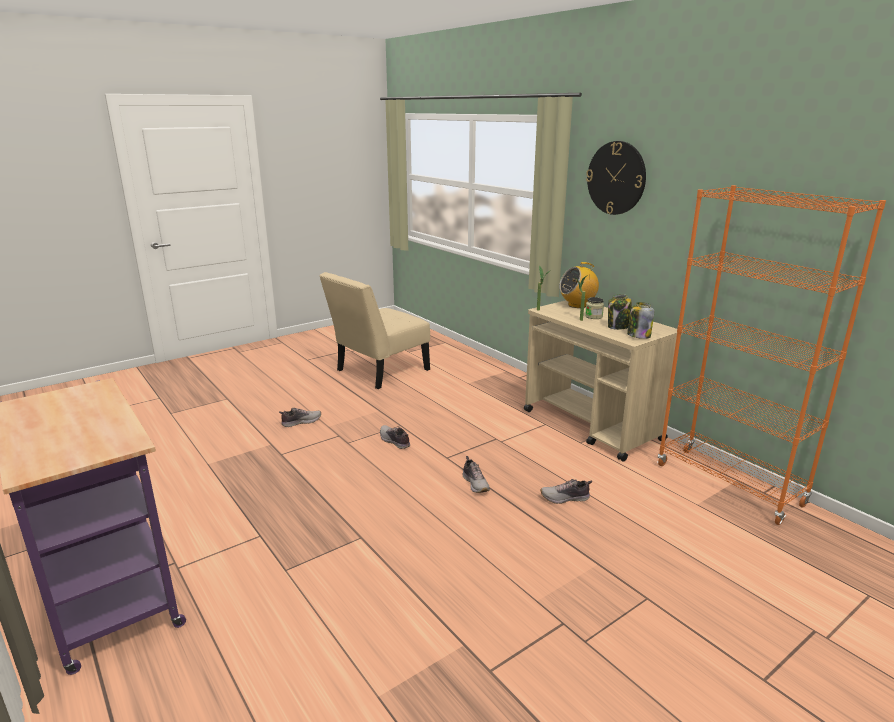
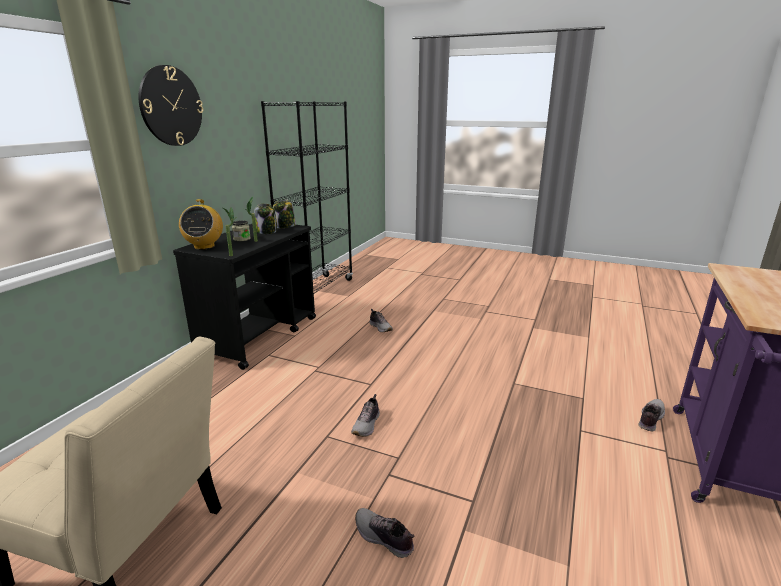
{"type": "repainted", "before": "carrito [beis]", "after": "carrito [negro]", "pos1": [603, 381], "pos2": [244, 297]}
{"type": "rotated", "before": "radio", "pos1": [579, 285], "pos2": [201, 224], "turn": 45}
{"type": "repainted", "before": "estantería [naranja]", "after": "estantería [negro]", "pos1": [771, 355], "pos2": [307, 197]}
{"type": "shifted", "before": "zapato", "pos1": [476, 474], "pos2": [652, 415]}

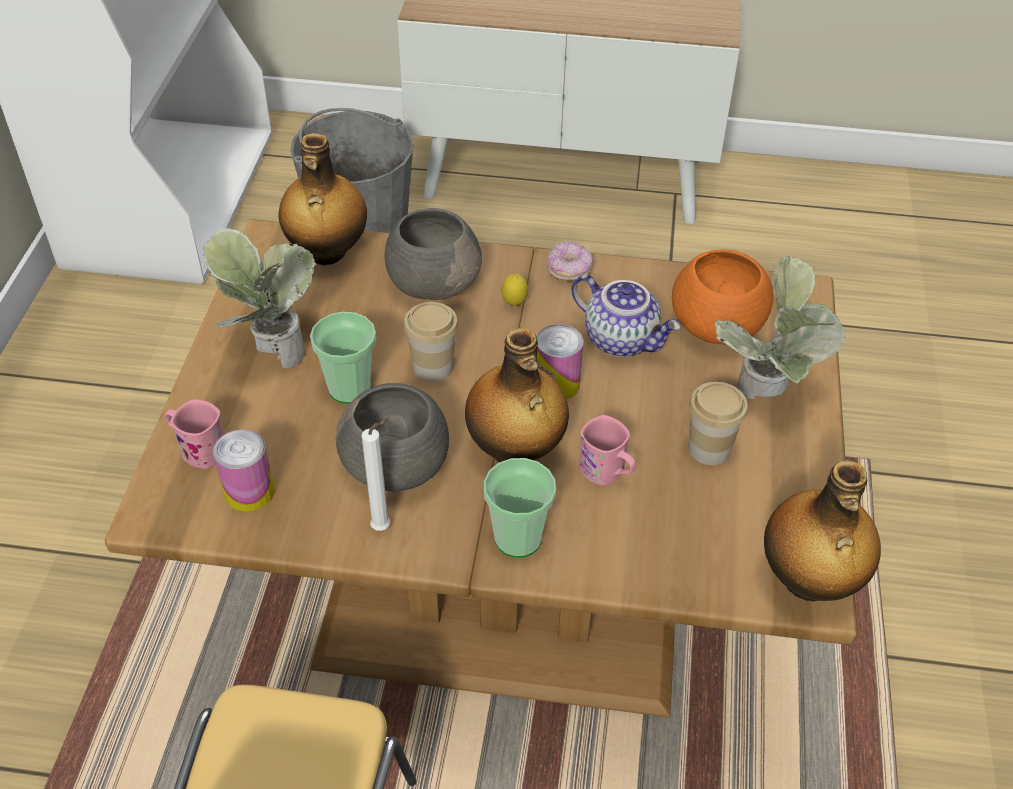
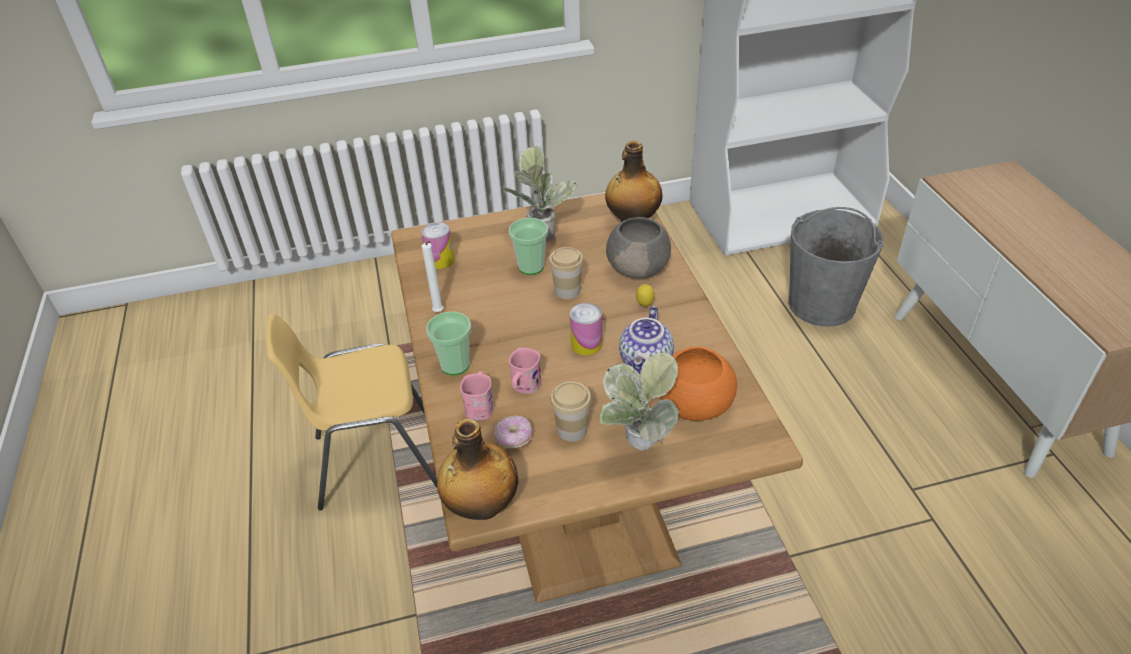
{"type": "shifted", "before": "taza grande [rosa]", "pos1": [194, 434], "pos2": [477, 395]}
{"type": "shifted", "before": "rosquilla", "pos1": [570, 261], "pos2": [513, 432]}
{"type": "gone", "before": "cuenco [gris]", "pos1": [392, 437]}
{"type": "gone", "before": "botella", "pos1": [517, 395]}

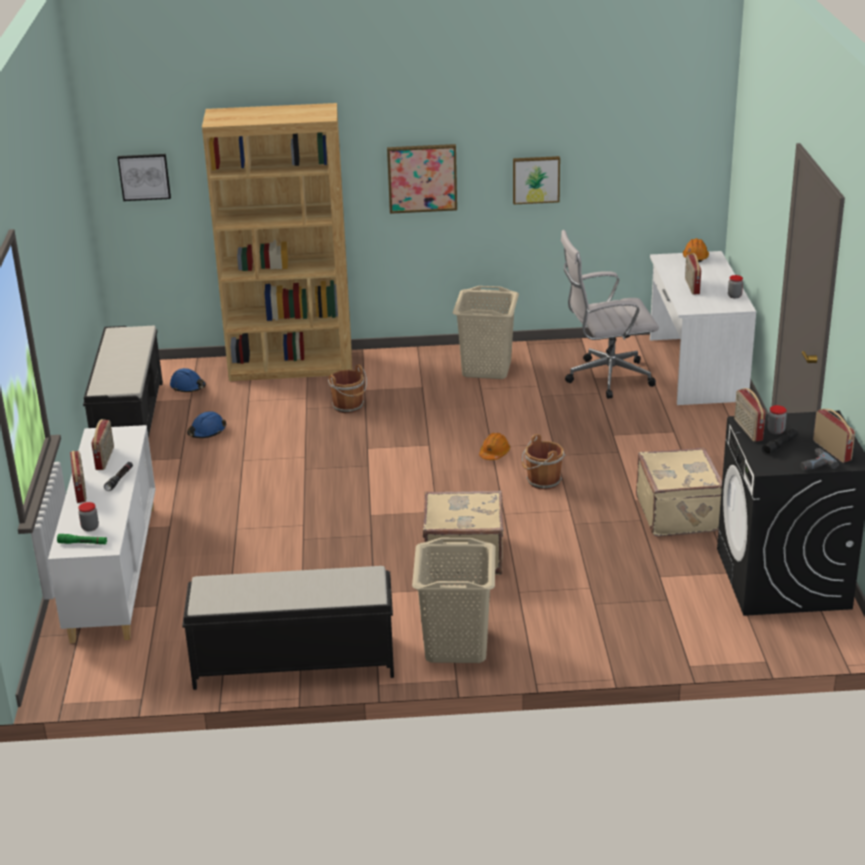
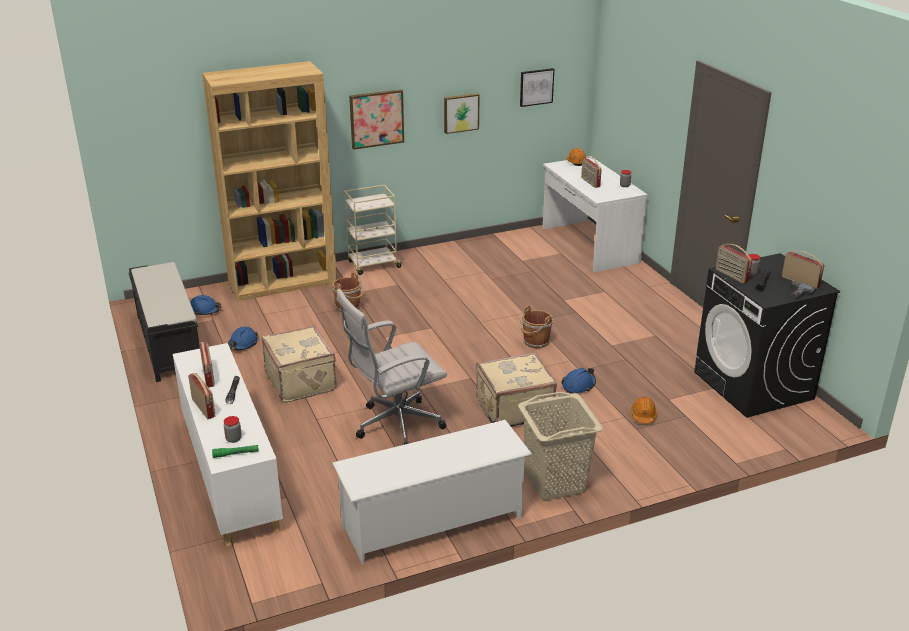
{"type": "shifted", "before": "maleta [beis]", "pos1": [679, 492], "pos2": [299, 364]}
{"type": "swapped", "before": "banco [negro]", "after": "zapatero [blanco]", "pos1": [288, 628], "pos2": [432, 492]}
{"type": "shifted", "before": "silla de oficina [blanco]", "pos1": [610, 314], "pos2": [392, 367]}
{"type": "new", "after": "carrito [beis]", "pos2": [374, 230]}
{"type": "shifted", "before": "cuadro", "pos1": [144, 177], "pos2": [537, 87]}
{"type": "new", "after": "casco [azul]", "pos2": [578, 381]}
{"type": "shifted", "before": "casco [naranja]", "pos1": [494, 446], "pos2": [644, 410]}
{"type": "gone", "before": "cesto de la ropa [beis]", "pos1": [486, 332]}

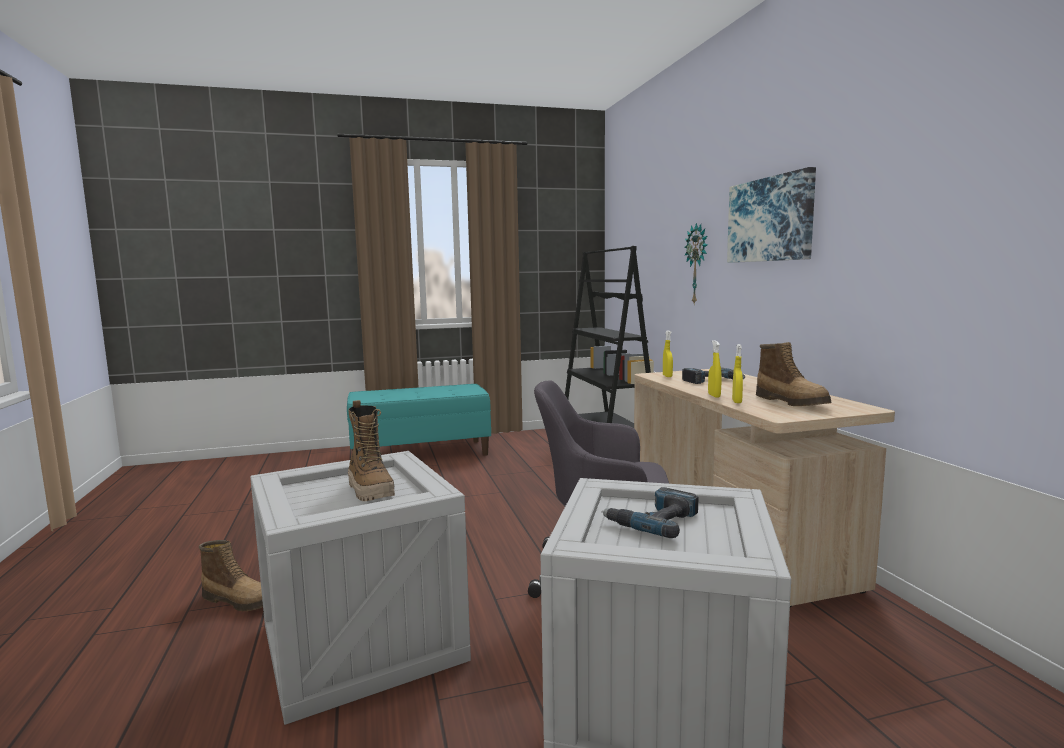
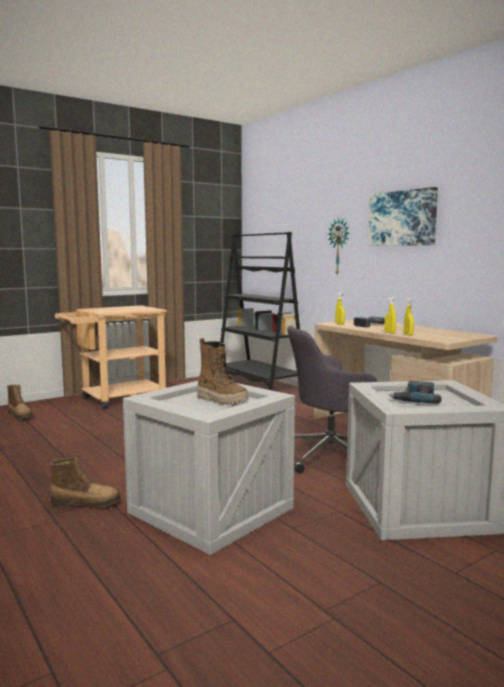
{"type": "shifted", "before": "bota", "pos1": [794, 374], "pos2": [20, 402]}
{"type": "swapped", "before": "banco [turquesa]", "after": "carrito [beis]", "pos1": [419, 420], "pos2": [111, 357]}

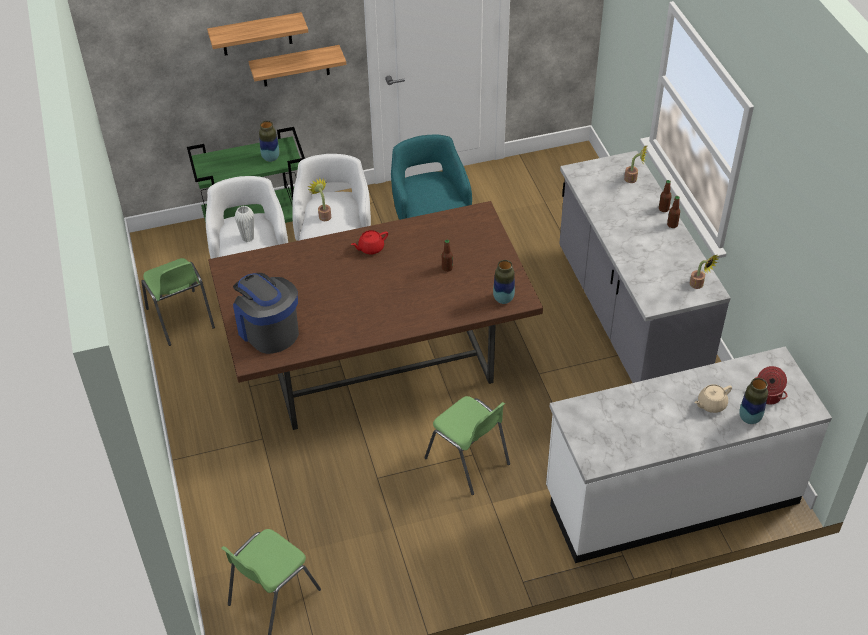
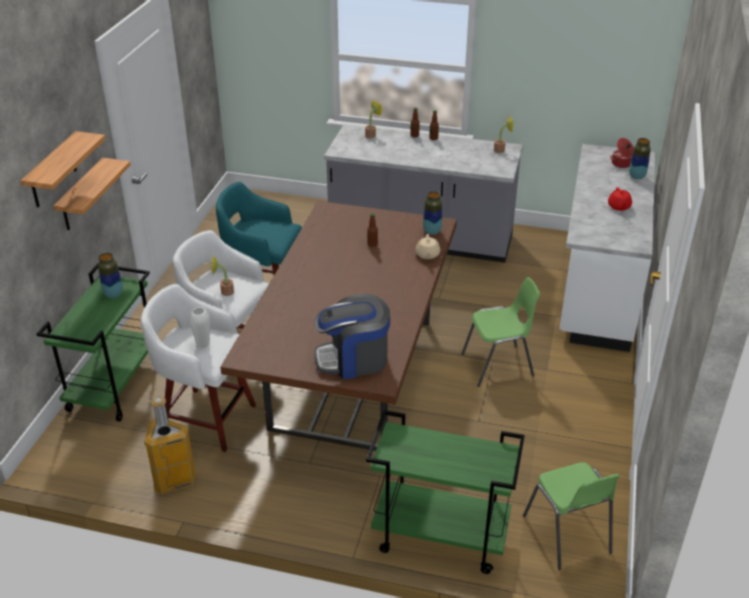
{"type": "swapped", "before": "silla [verde]", "after": "papelera", "pos1": [178, 302], "pos2": [170, 445]}
{"type": "new", "after": "carrito [verde]", "pos2": [445, 492]}
{"type": "shifted", "before": "tetera [beis]", "pos1": [713, 398], "pos2": [428, 246]}
{"type": "shifted", "before": "tetera [rojo]", "pos1": [369, 242], "pos2": [620, 199]}

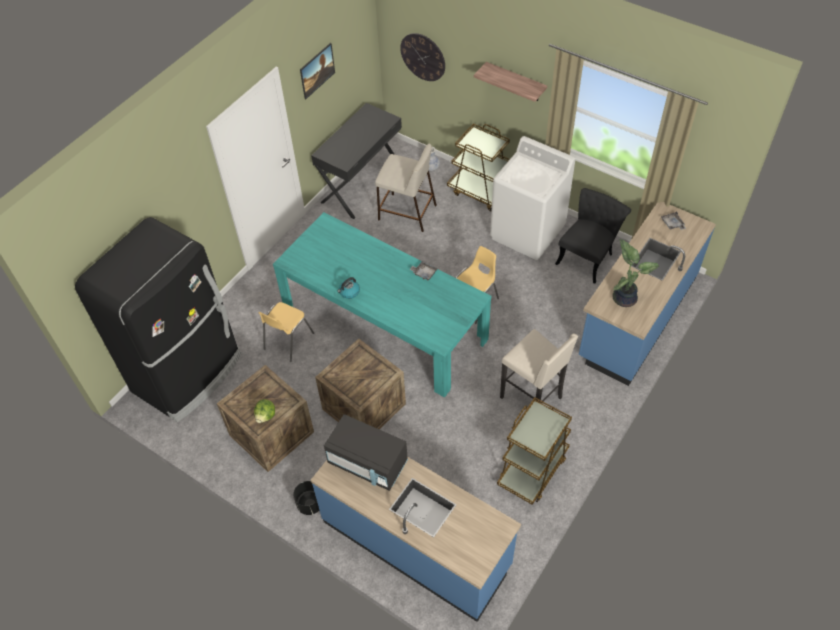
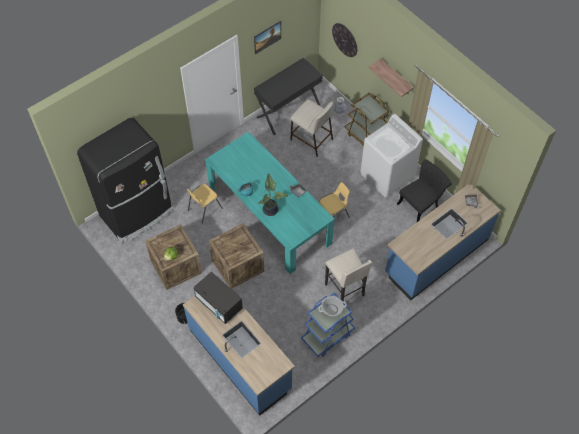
{"type": "shifted", "before": "planta en maceta", "pos1": [635, 273], "pos2": [273, 194]}
{"type": "repainted", "before": "carrito [marrón]", "after": "carrito [azul]", "pos1": [534, 451], "pos2": [328, 324]}
{"type": "new", "after": "olla", "pos2": [332, 306]}

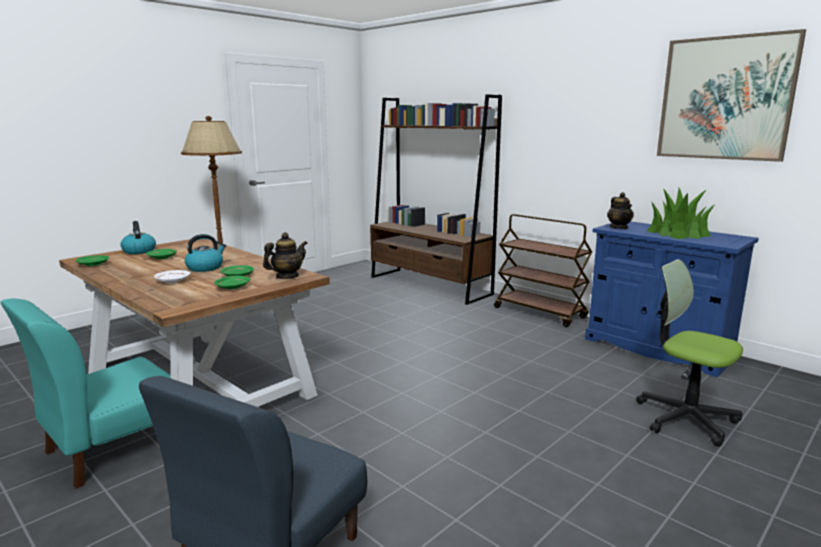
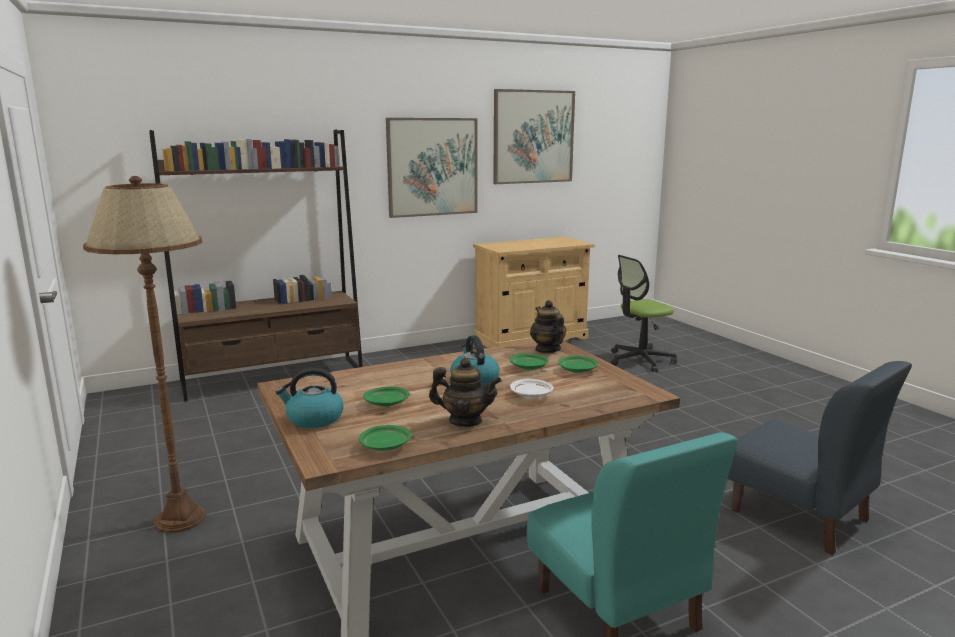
{"type": "new", "after": "cuadro", "pos2": [432, 168]}
{"type": "shifted", "before": "tetera", "pos1": [620, 210], "pos2": [465, 392]}
{"type": "repainted", "before": "armario [azul]", "after": "armario [beis]", "pos1": [672, 299], "pos2": [534, 292]}
{"type": "gone", "before": "carrito [marrón]", "pos1": [543, 270]}
{"type": "gone", "before": "planta en maceta", "pos1": [680, 213]}

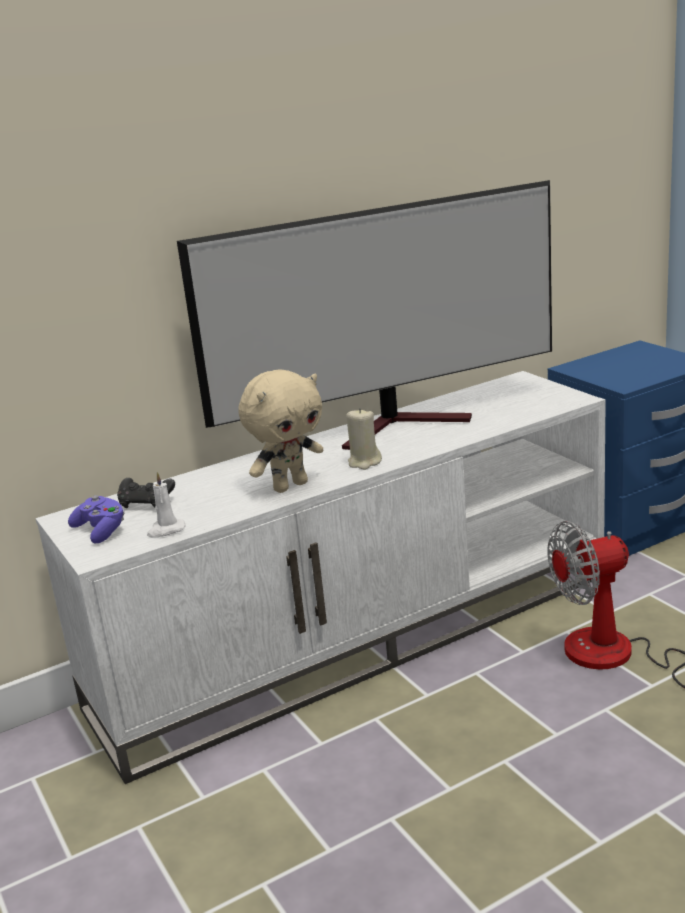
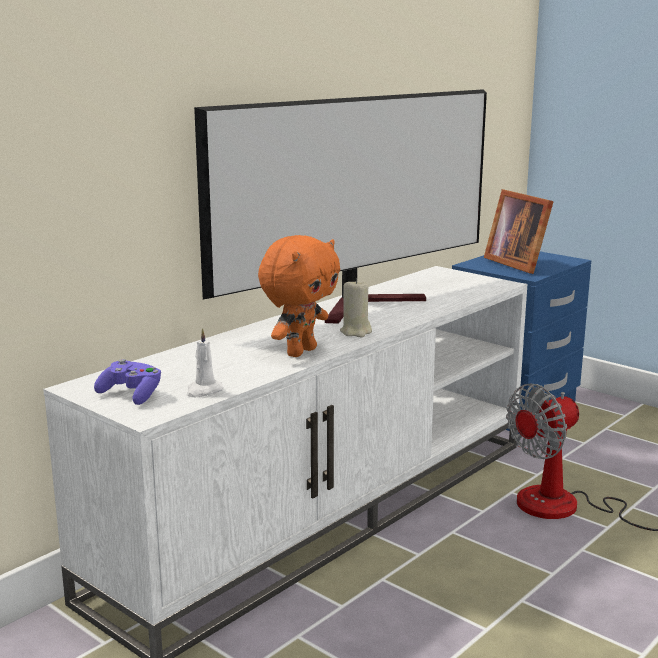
{"type": "repainted", "before": "peluche [beis]", "after": "peluche [naranja]", "pos1": [280, 431], "pos2": [299, 296]}
{"type": "new", "after": "portarretratos", "pos2": [519, 231]}
{"type": "gone", "before": "mando de consola [negro]", "pos1": [146, 493]}

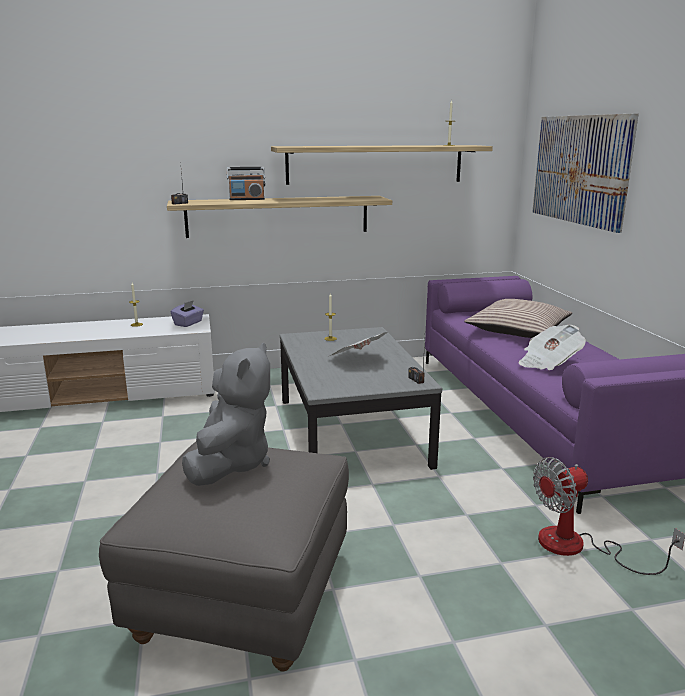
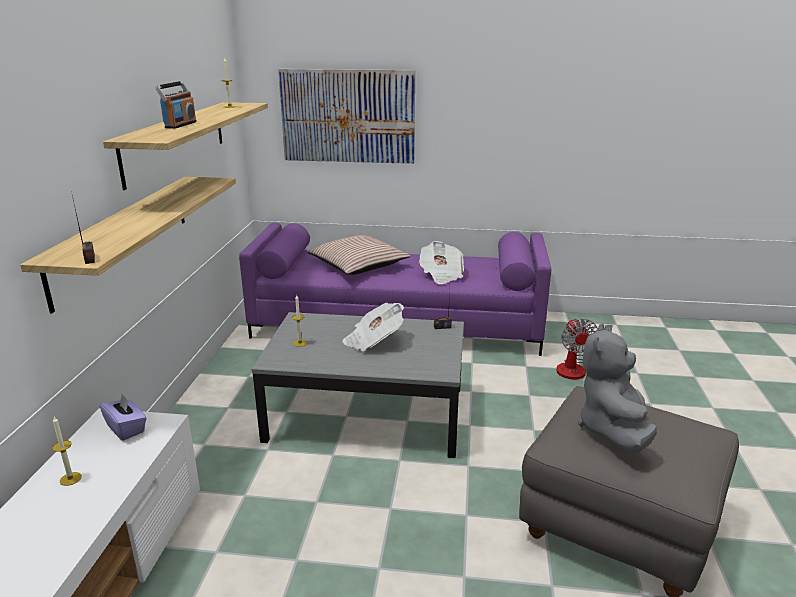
{"type": "shifted", "before": "radio", "pos1": [246, 183], "pos2": [176, 105]}
{"type": "rotated", "before": "peluche [gris]", "pos1": [226, 414], "pos2": [617, 387], "turn": -105}

